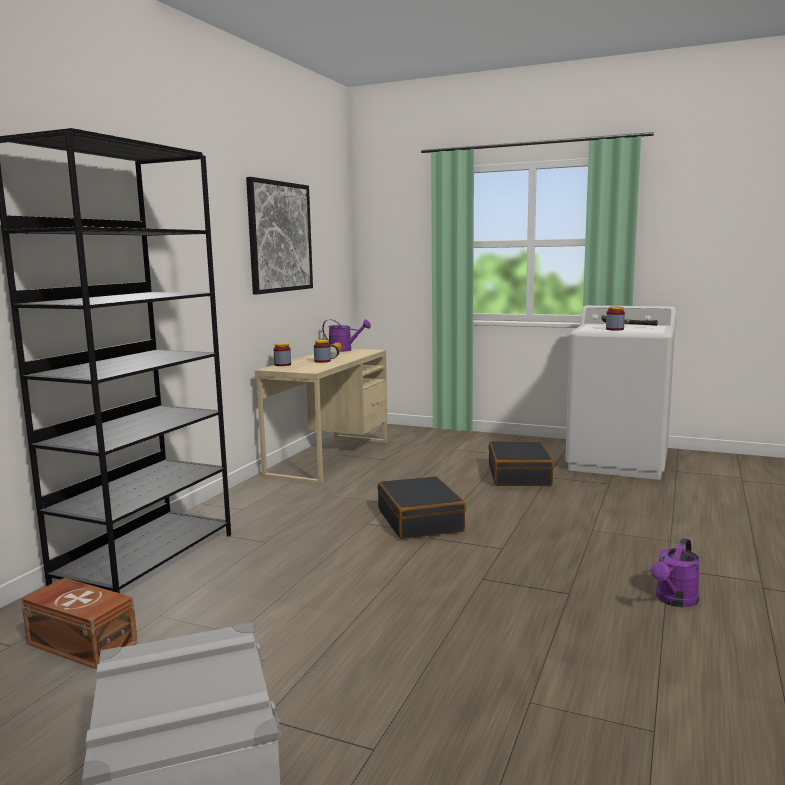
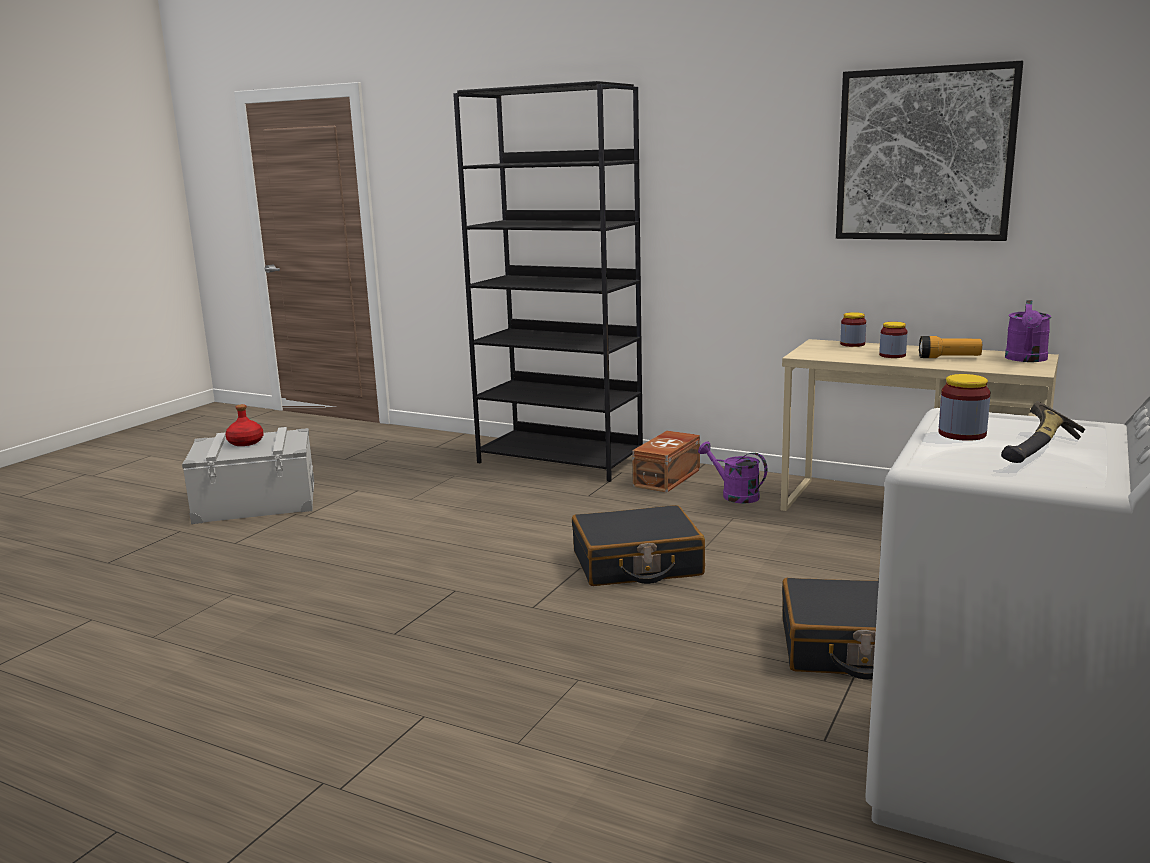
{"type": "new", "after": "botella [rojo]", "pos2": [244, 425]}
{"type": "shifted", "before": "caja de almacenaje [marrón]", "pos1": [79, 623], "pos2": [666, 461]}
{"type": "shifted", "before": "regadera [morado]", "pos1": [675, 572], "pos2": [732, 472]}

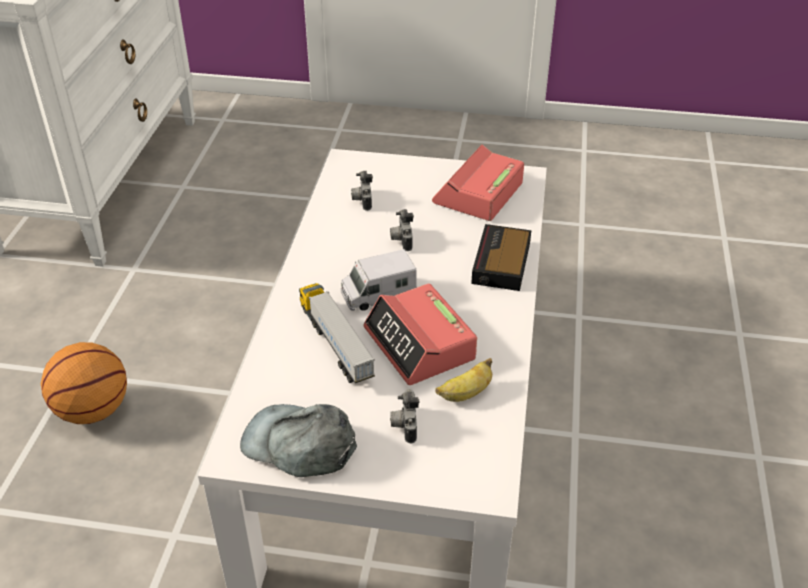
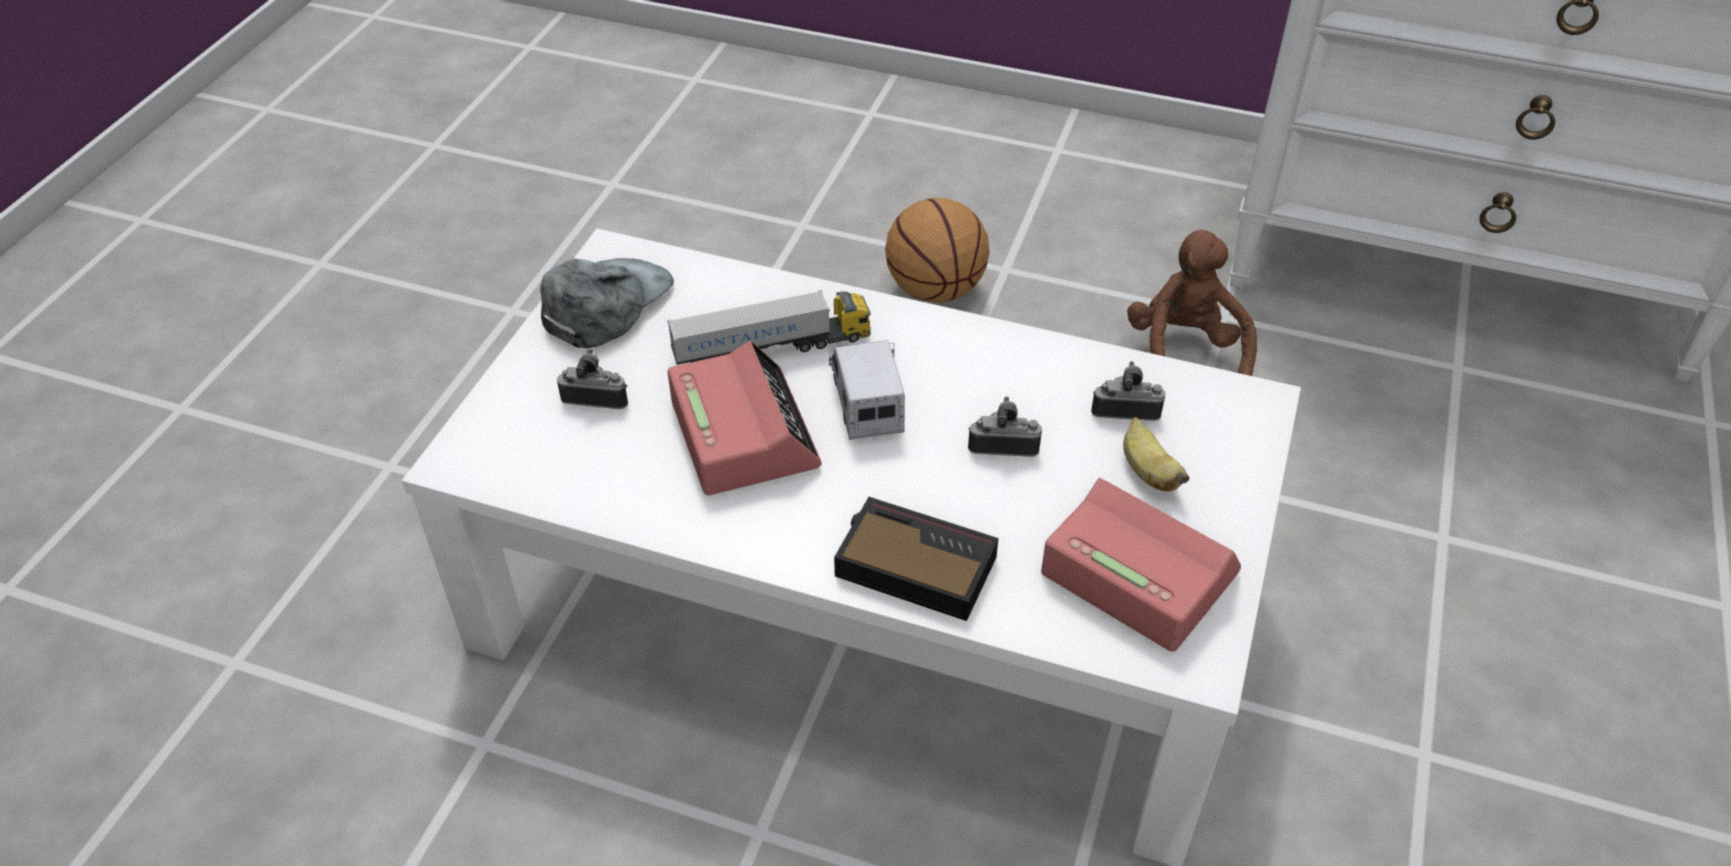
{"type": "rotated", "before": "despertador", "pos1": [420, 334], "pos2": [745, 418], "turn": 90}
{"type": "shifted", "before": "plátano", "pos1": [463, 380], "pos2": [1156, 454]}
{"type": "new", "after": "peluche [marrón]", "pos2": [1192, 303]}

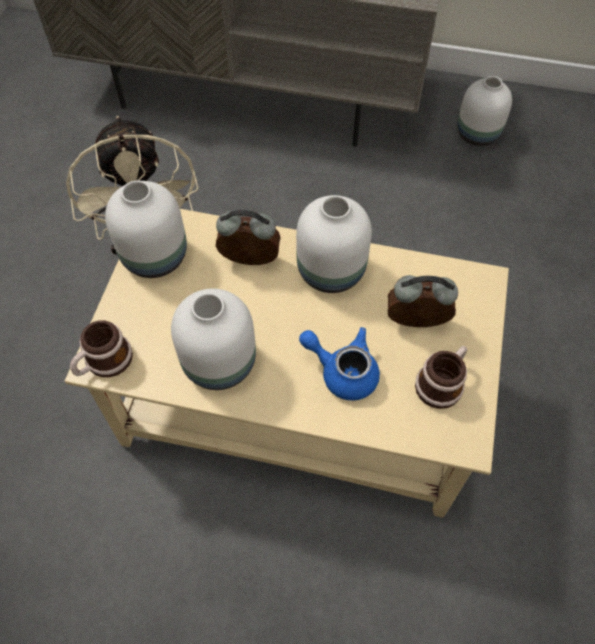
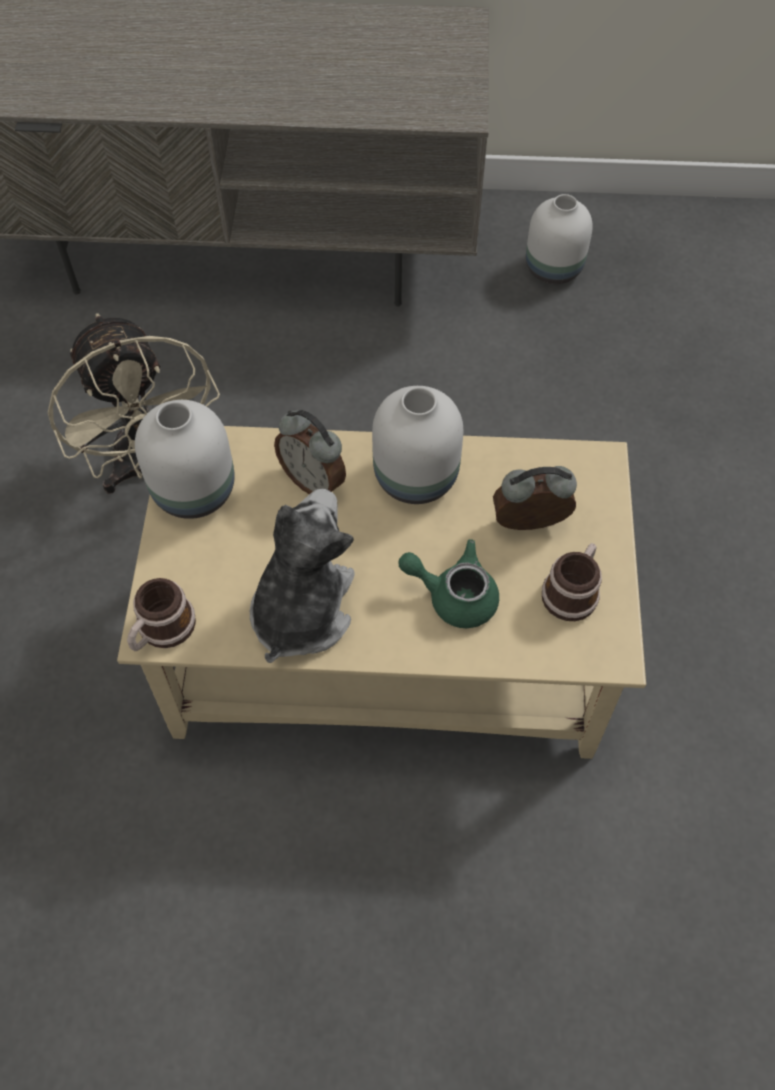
{"type": "swapped", "before": "florero [blanco]", "after": "peluche", "pos1": [213, 339], "pos2": [302, 576]}
{"type": "rotated", "before": "despertador", "pos1": [248, 237], "pos2": [310, 452], "turn": -135}
{"type": "repainted", "before": "tetera [azul]", "after": "tetera [verde]", "pos1": [339, 363], "pos2": [448, 583]}

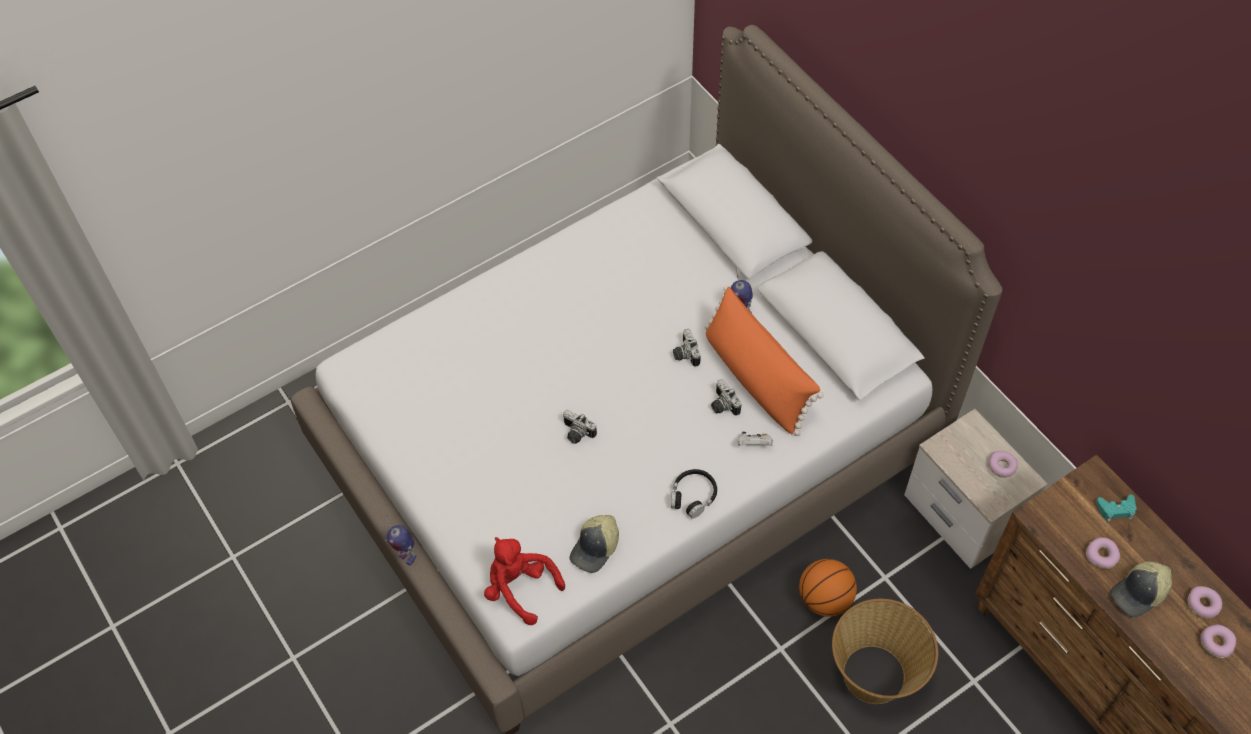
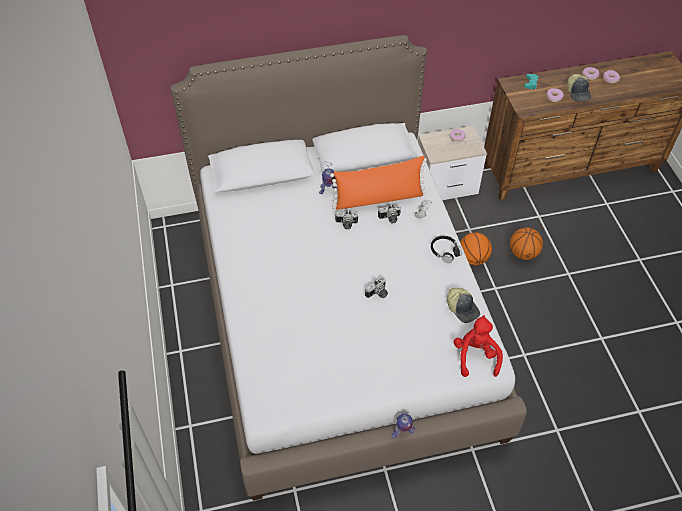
{"type": "rotated", "before": "peluche [rojo]", "pos1": [524, 581], "pos2": [478, 346], "turn": 120}
{"type": "swapped", "before": "cesta", "after": "balón de baloncesto", "pos1": [885, 651], "pos2": [526, 243]}

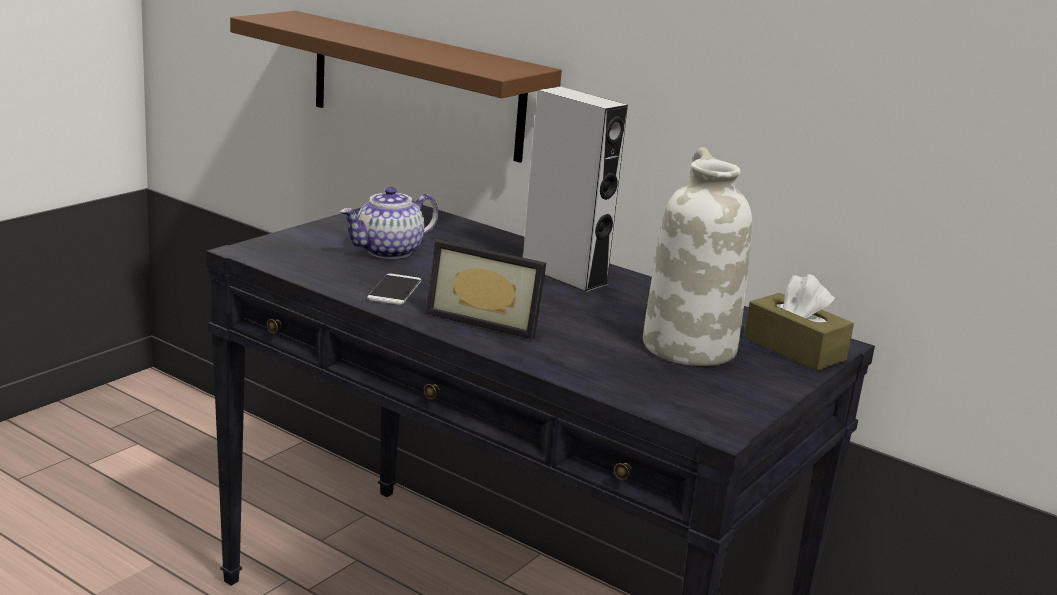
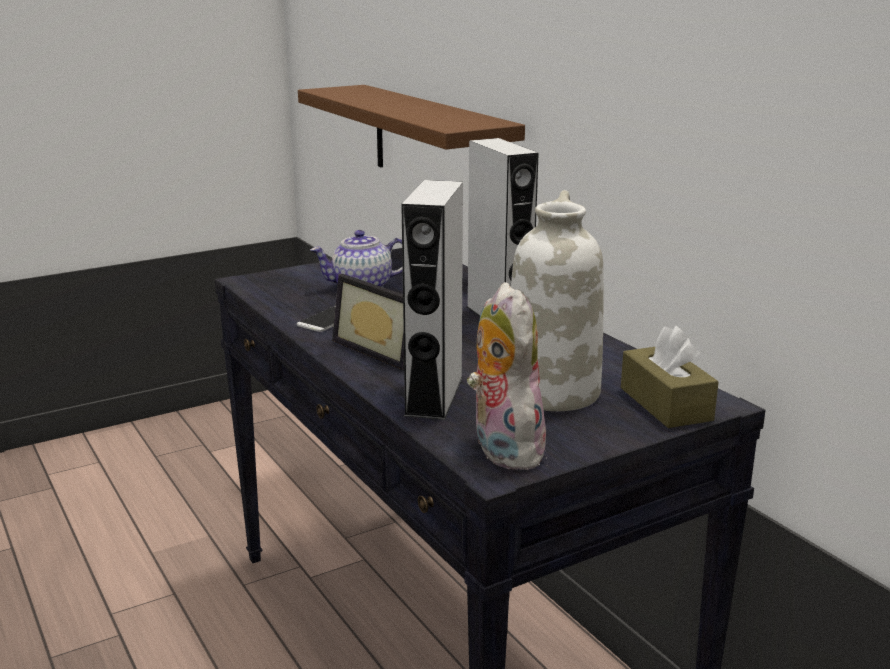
{"type": "new", "after": "altavoz [gris]", "pos2": [432, 300]}
{"type": "new", "after": "peluche", "pos2": [508, 376]}

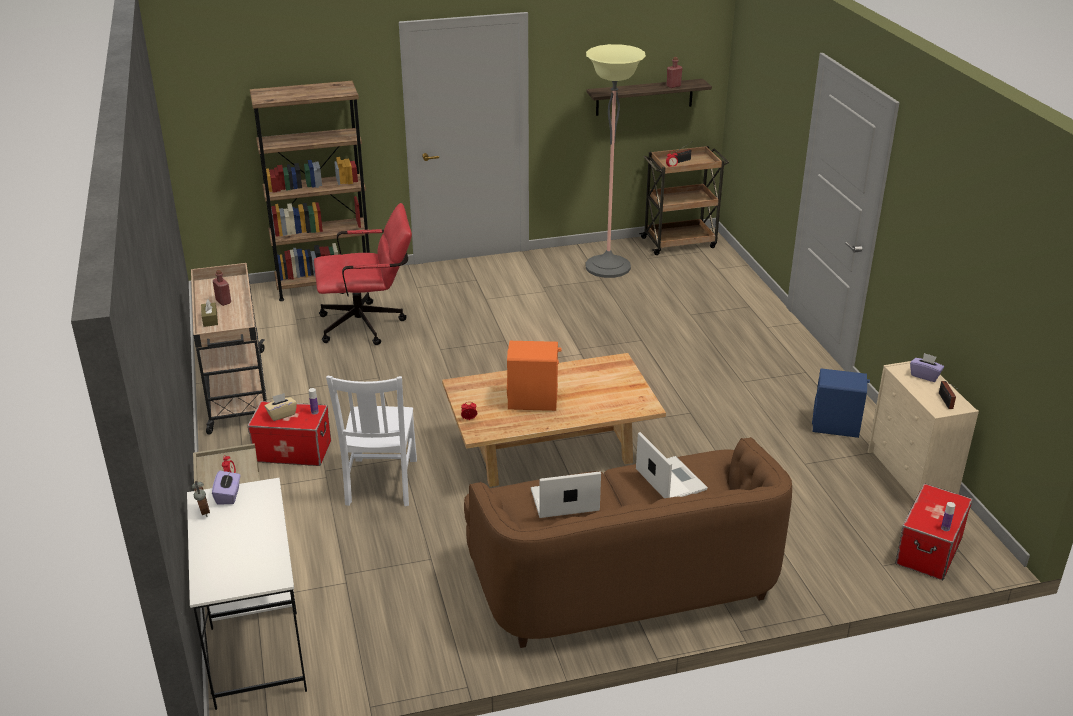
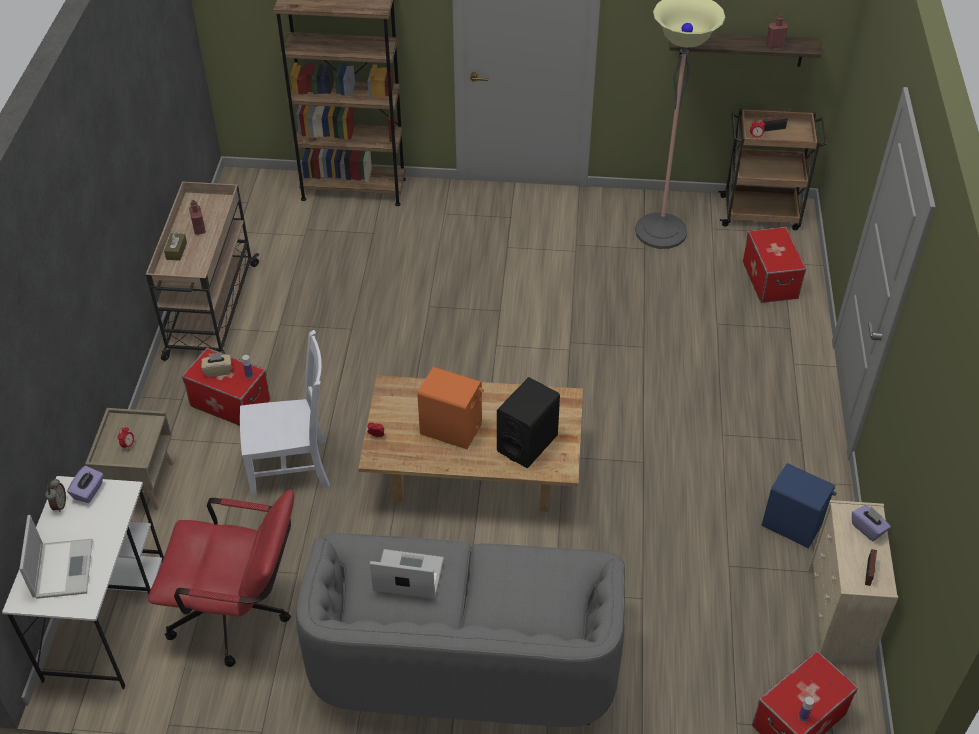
{"type": "shifted", "before": "portátil", "pos1": [672, 465], "pos2": [56, 557]}
{"type": "shifted", "before": "silla de oficina [rojo]", "pos1": [363, 274], "pos2": [221, 578]}
{"type": "rotated", "before": "silla [blanco]", "pos1": [371, 441], "pos2": [285, 413], "turn": -120}
{"type": "repainted", "before": "sofá [marrón]", "after": "sofá [gris]", "pos1": [628, 542], "pos2": [460, 630]}
{"type": "new", "after": "altavoz [negro]", "pos2": [528, 422]}
{"type": "new", "after": "caja de almacenaje", "pos2": [774, 265]}

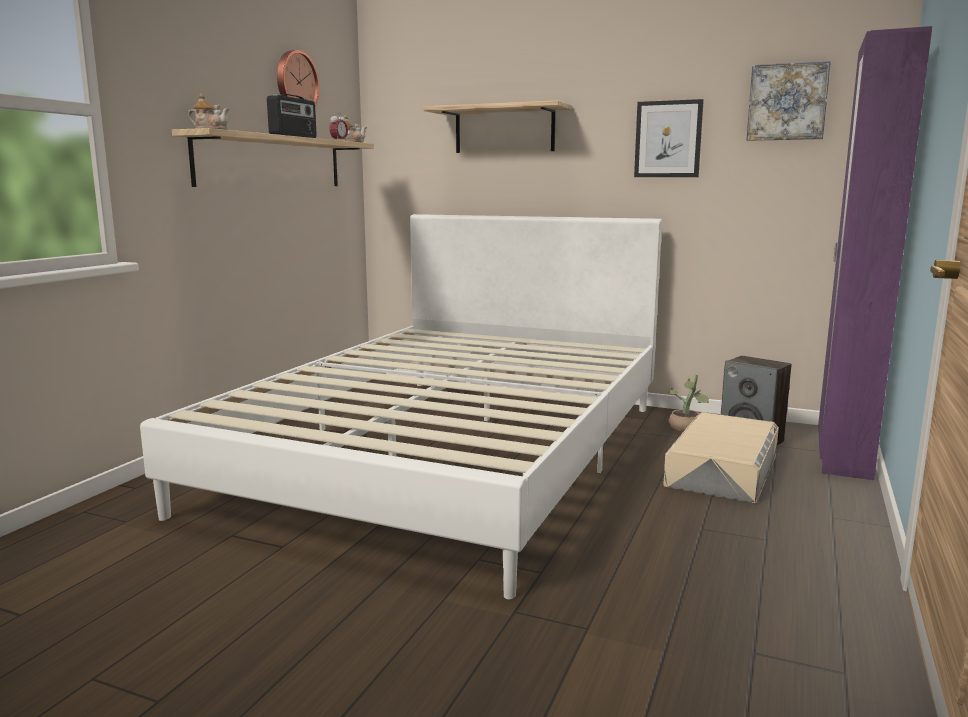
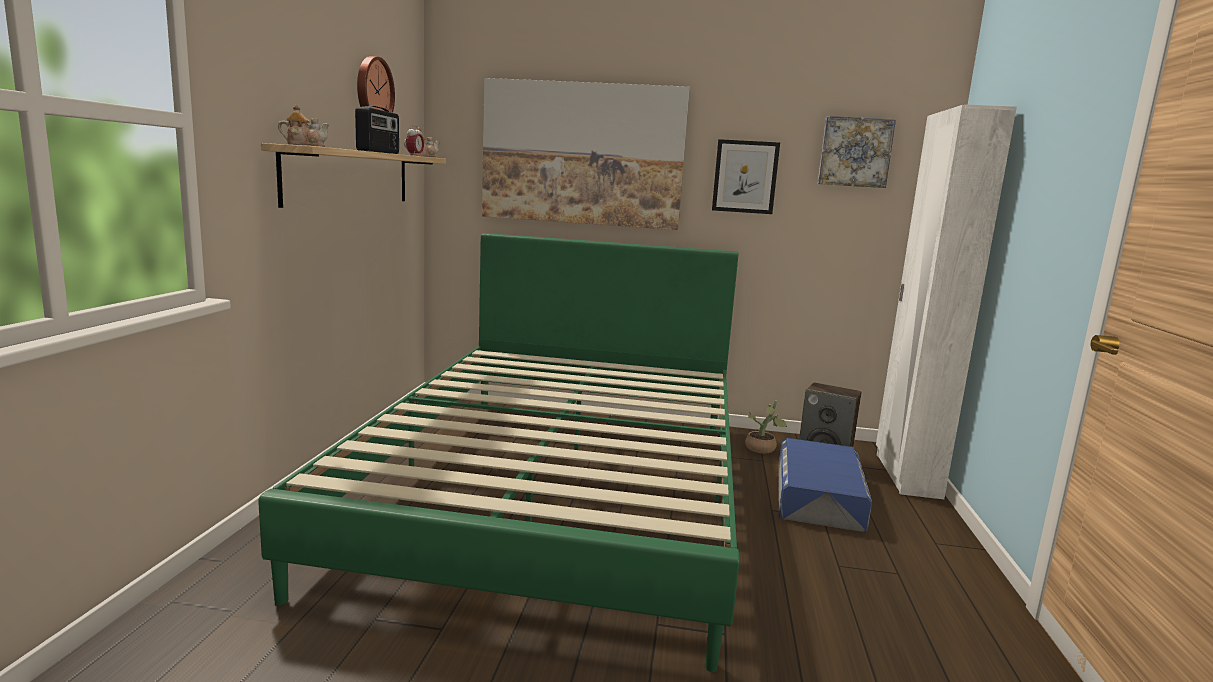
{"type": "repainted", "before": "cama [blanco]", "after": "cama [verde]", "pos1": [401, 406], "pos2": [499, 452]}
{"type": "swapped", "before": "estante", "after": "cuadro", "pos1": [497, 126], "pos2": [586, 154]}
{"type": "repainted", "before": "caja de almacenaje [beis]", "after": "caja de almacenaje [azul]", "pos1": [721, 457], "pos2": [825, 485]}
{"type": "repainted", "before": "armario ropero [morado]", "after": "armario ropero [blanco]", "pos1": [875, 253], "pos2": [946, 301]}

